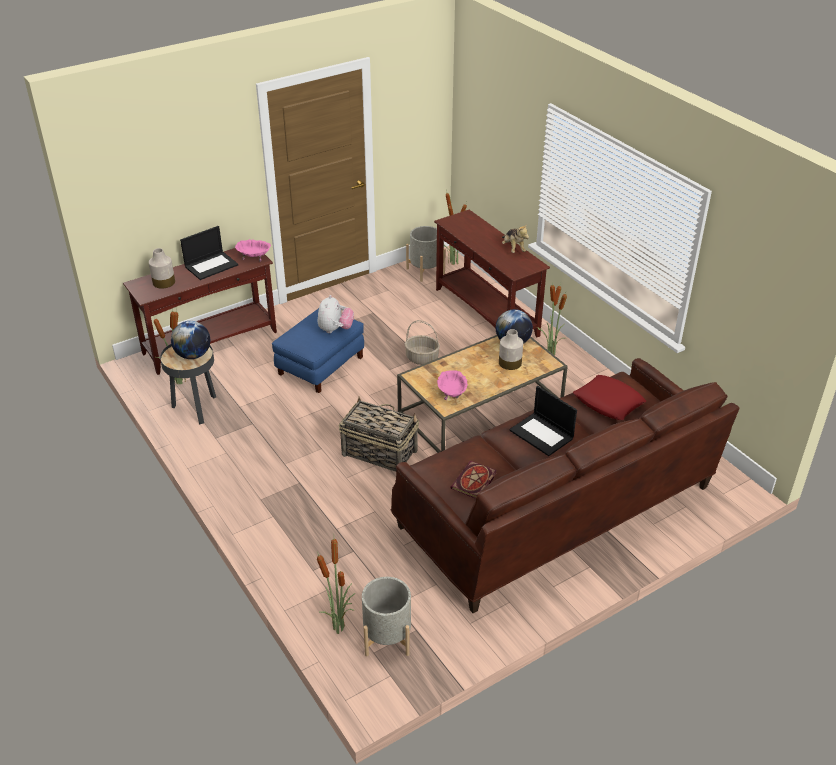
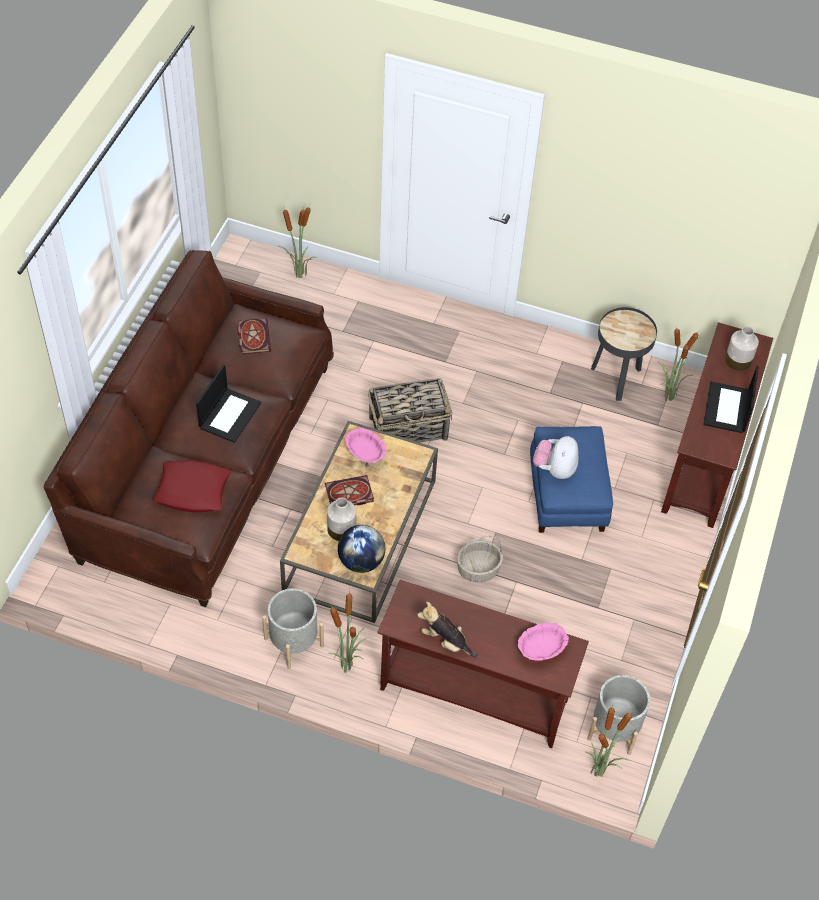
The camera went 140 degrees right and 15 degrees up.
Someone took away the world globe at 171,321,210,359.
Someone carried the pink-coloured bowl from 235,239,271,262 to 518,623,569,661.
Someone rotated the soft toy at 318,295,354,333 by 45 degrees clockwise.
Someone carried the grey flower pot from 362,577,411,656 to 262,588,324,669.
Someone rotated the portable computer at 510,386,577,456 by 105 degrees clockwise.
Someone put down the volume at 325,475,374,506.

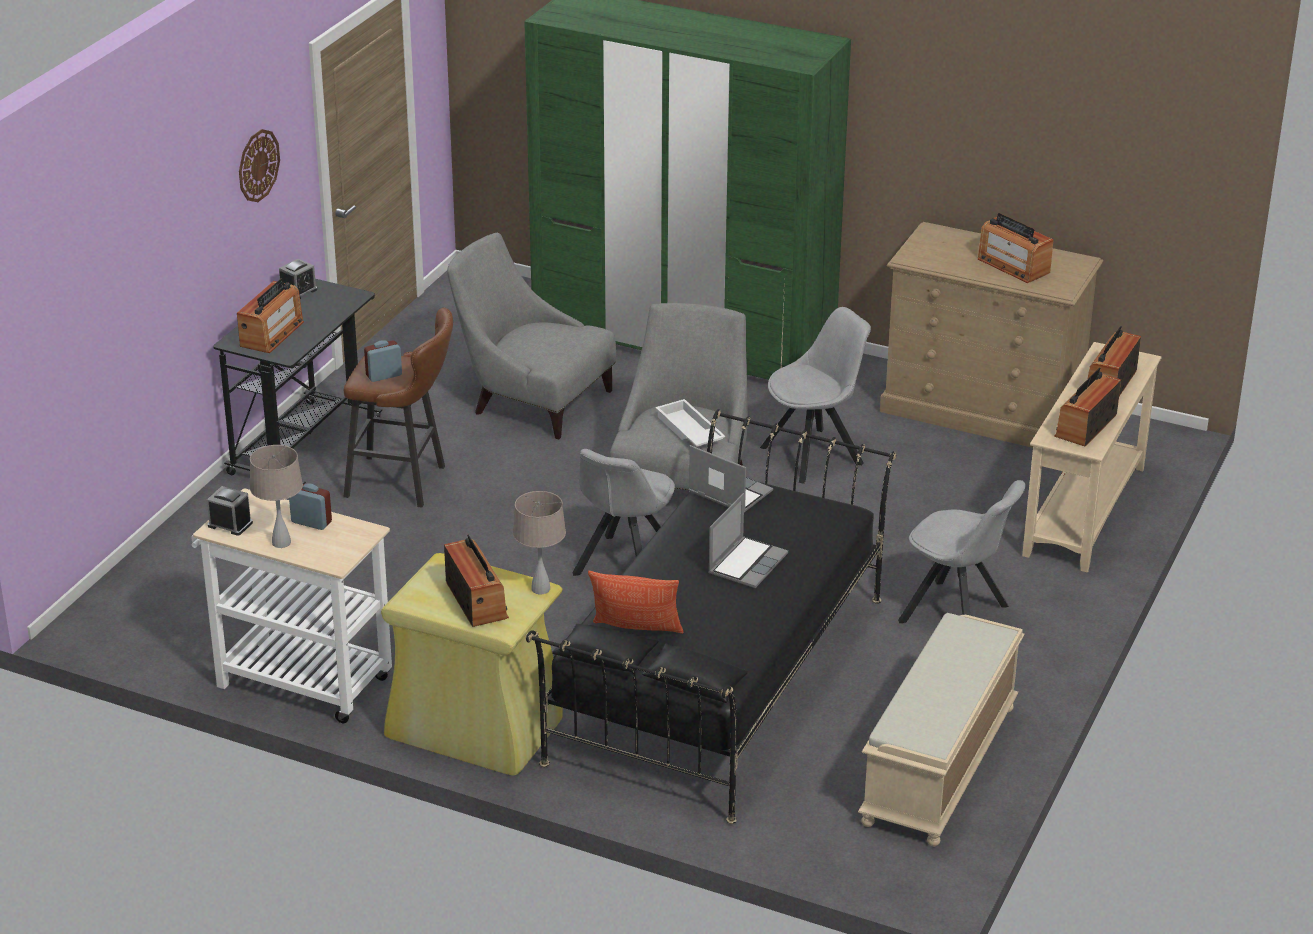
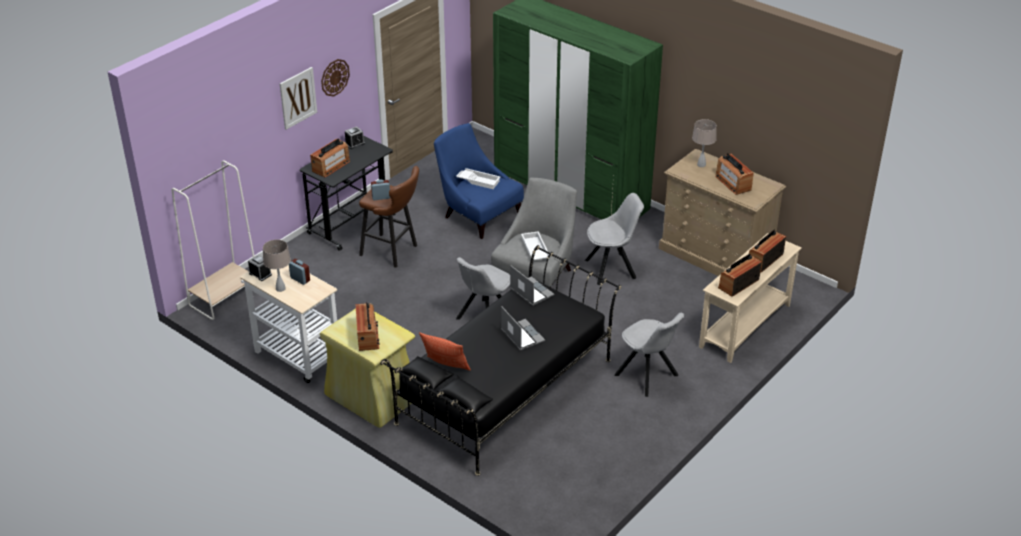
The camera went 15 degrees right and 5 degrees up.
Someone repainted the grey armchair at 447,233,616,439, which became the bluish armchair at 434,123,524,239.
Someone carried the sand-coloured lamp for a table from 513,491,566,594 to 692,119,717,167.
Someone rotated the portable computer at 708,493,788,588 by 75 degrees counterclockwise.
Someone took away the sand-coloured long seat at 858,613,1025,846.
Someone put down the garment stand at 171,160,254,320.
Someone put up the wall picture at 280,67,317,130.
Someone put down the whitish serving tray at 456,168,500,189.

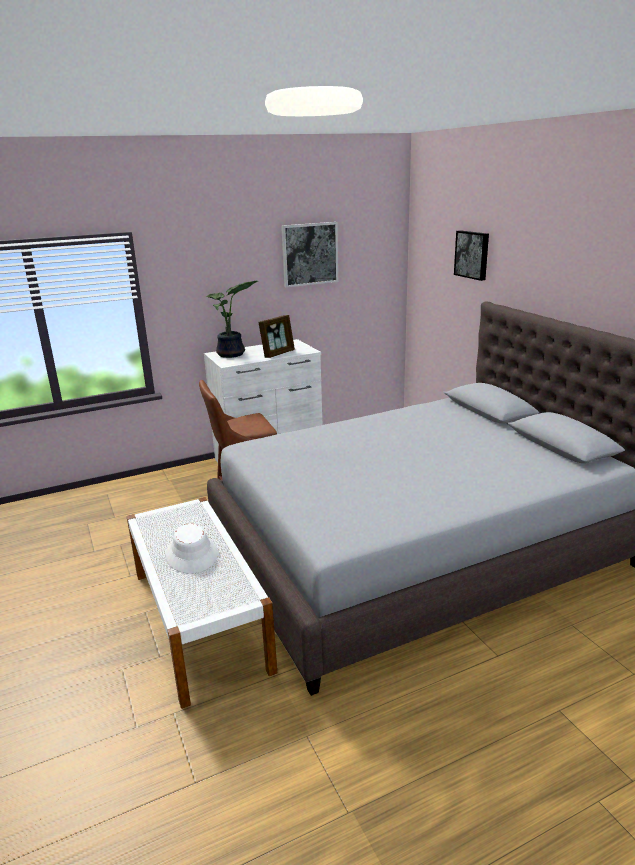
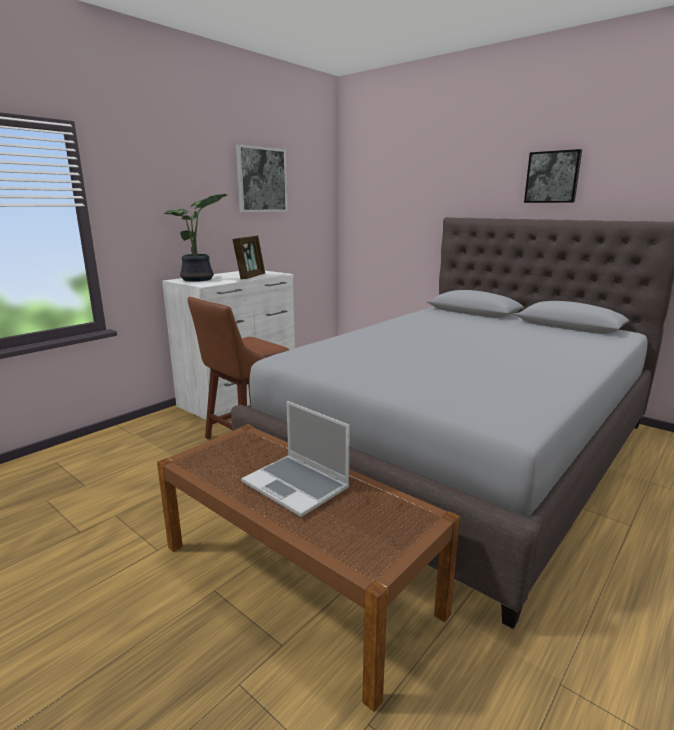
The camera went 25 degrees left and 5 degrees down.
Someone repainted the whitish long seat at 126,497,277,709, which became the brown-coloured long seat at 157,424,460,712.
Someone swapped the whitish clothing hat at 165,524,218,574 for the portable computer at 241,401,350,517.
Someone carried the wall picture from 454,230,489,281 to 524,149,582,203.

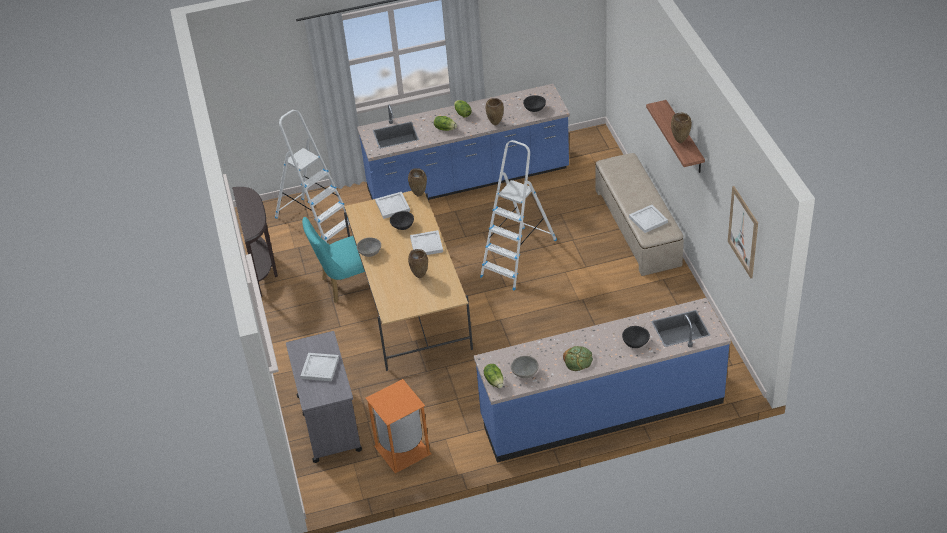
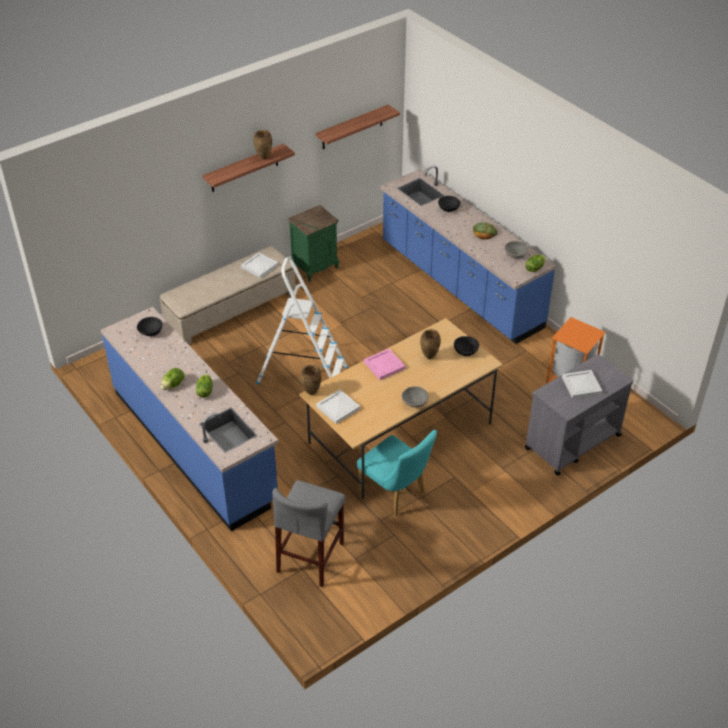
The camera went 115 degrees left and 0 degrees up.
Someone took away the brown-coloured hall table at 232,187,278,297.
Someone swapped the whitish step stool at 275,110,349,243 for the grey stool seat at 272,480,346,587.
Someone carried the blackish bowl from 390,211,414,230 to 454,336,479,356.
Someone repainted the whitish serving tray at 410,230,443,255, which became the pink-coloured serving tray at 364,349,406,380.
Someone took away the brown-coloured vase at 486,98,504,126.
Someone swapped the wall picture at 728,186,758,278 for the shelf at 316,105,400,149.
Someone put down the green-coloured night table at 287,205,339,282.

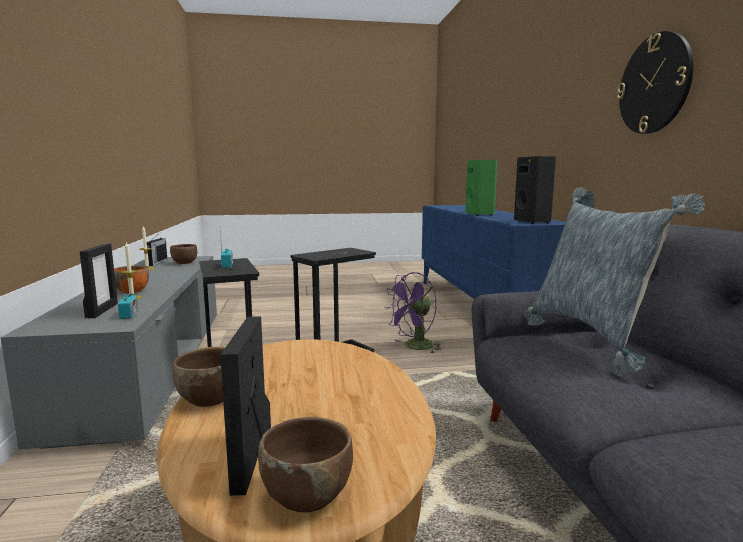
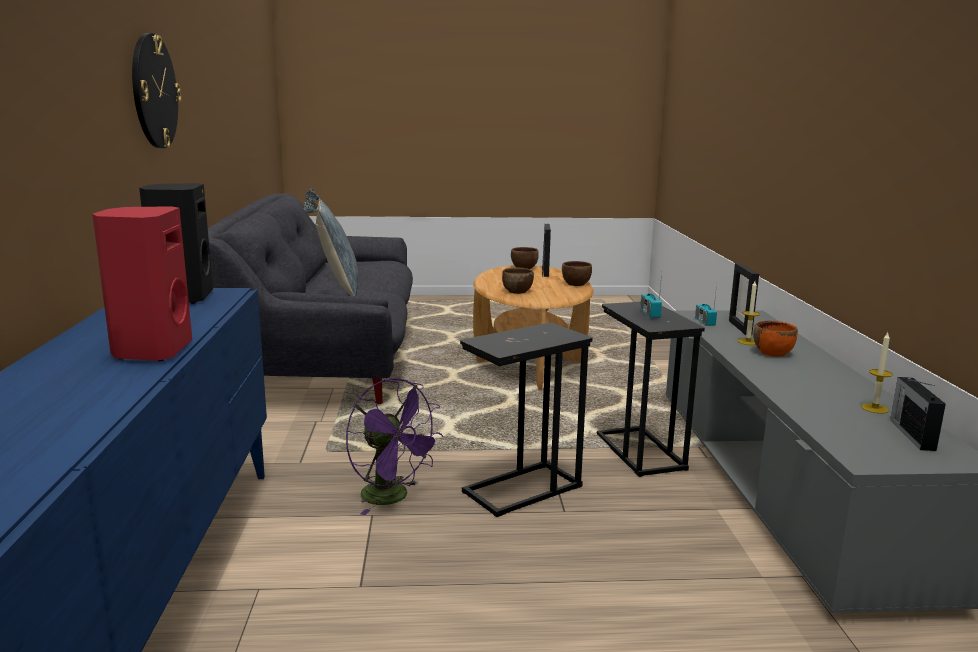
The camera went 175 degrees left and 5 degrees up.
Someone carried the brown-coloured bowl from 170,244,197,264 to 502,267,534,294.
Someone rotated the purplish fan at 384,272,442,354 by 75 degrees clockwise.
Someone repainted the green-coloured audio speaker at 465,160,498,216, which became the red audio speaker at 92,206,192,361.

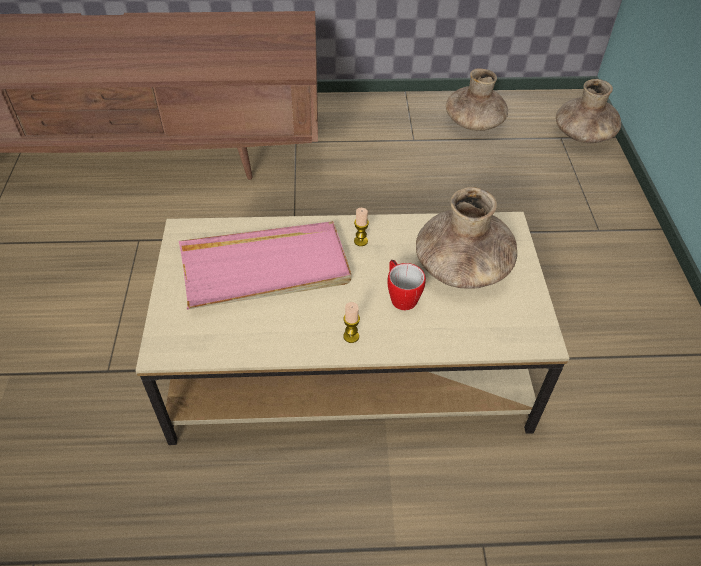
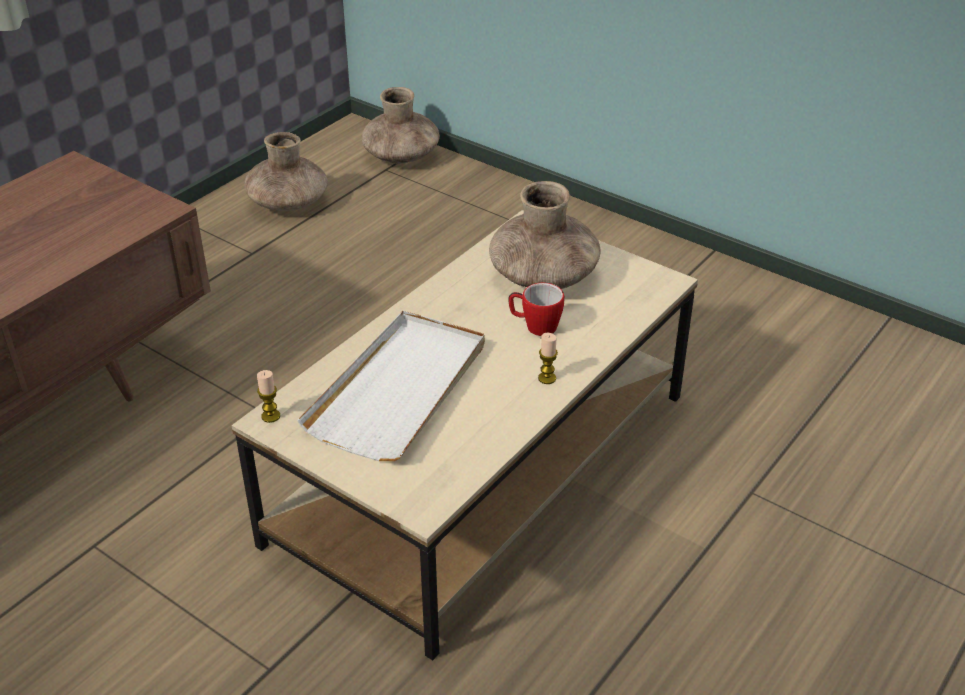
The camera went 50 degrees left and 10 degrees down.
Someone repainted the pink-coloured serving tray at 179,221,351,310, which became the whitish serving tray at 297,311,485,461.
Someone carried the wax light from 354,208,369,246 to 257,370,280,423.

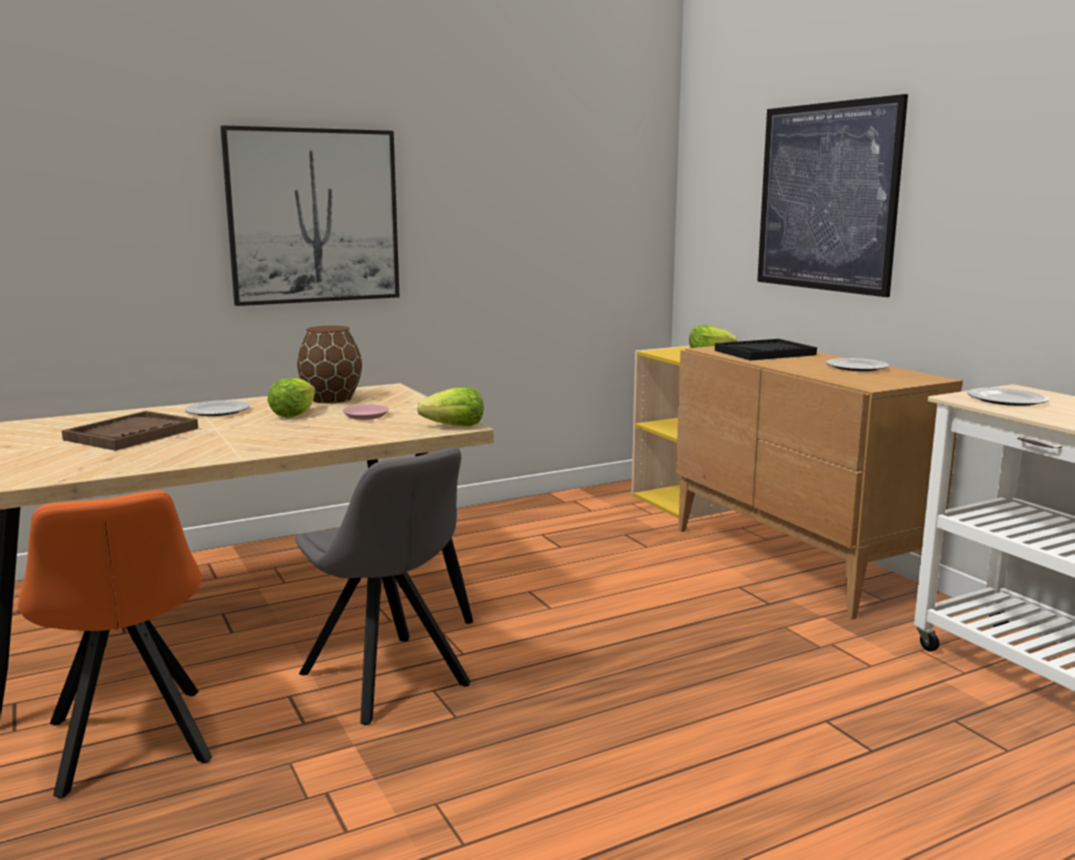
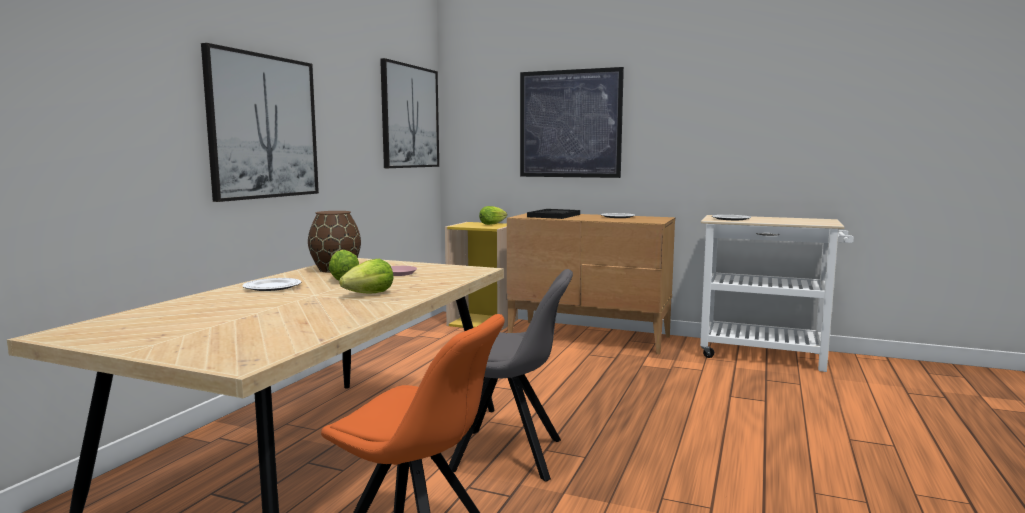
The camera went 40 degrees left and 5 degrees down.
Someone took away the brown-coloured serving tray at 62,411,198,451.
Someone carried the lettuce from 417,387,483,426 to 339,259,394,294.
Someone put up the wall picture at 380,58,439,168.

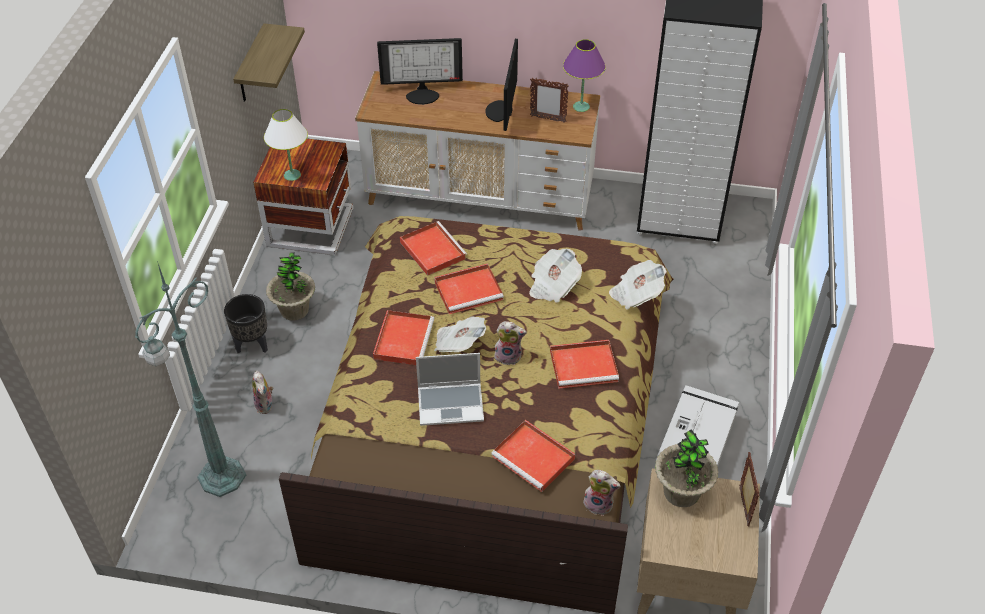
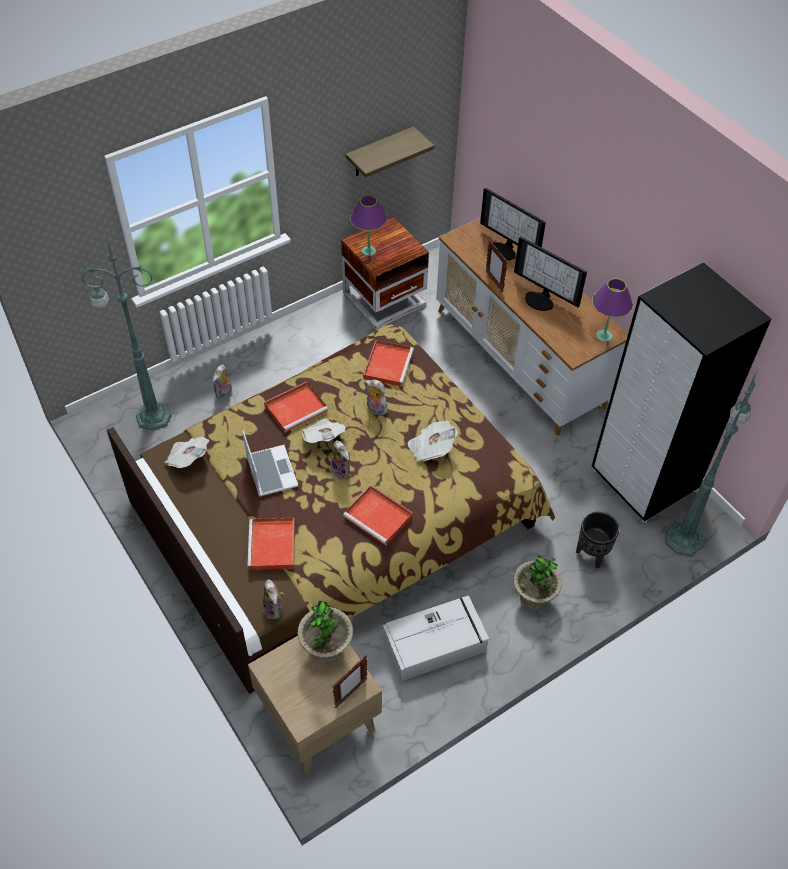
The camera went 45 degrees right and 5 degrees up.
Someone carried the blackish flower pot from 224,294,268,353 to 576,512,619,568.
Someone repainted the whitish lamp for a table at 264,109,308,181, which became the purplish lamp for a table at 350,195,387,256.
Someone carried the houseplant from 266,253,315,321 to 513,555,562,609.
Someone rotated the portable computer at 416,353,484,426 by 150 degrees counterclockwise.
Someone swapped the red serving tray at 434,263,504,314 for the soft toy at 364,380,388,415.
Someone rotated the computer display at 486,39,518,131 by 105 degrees counterclockwise.
Someone carried the standing frame from 530,78,569,122 to 486,240,508,292.
Someone carried the newspaper from 609,260,667,310 to 165,436,209,468.
Someone put down the green-coloured standard lamp at 665,374,756,557.

